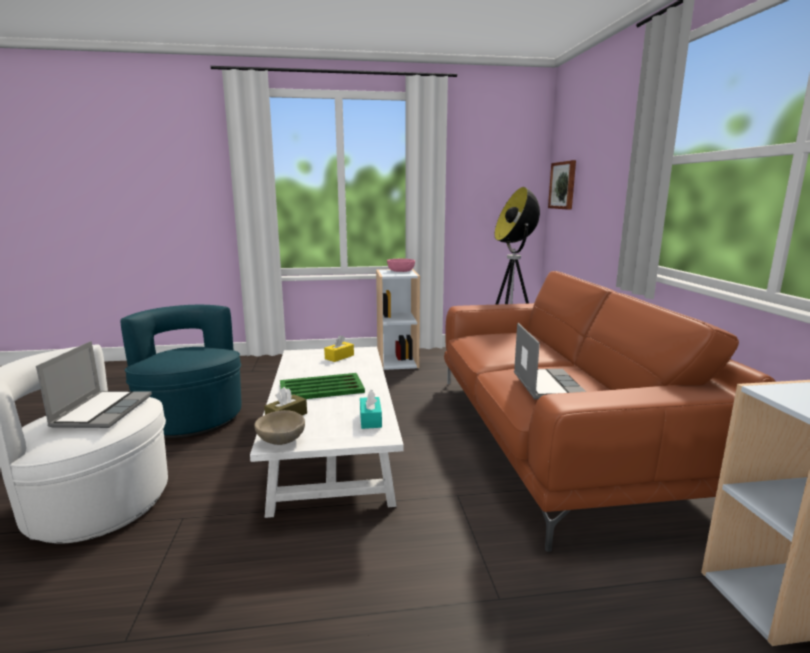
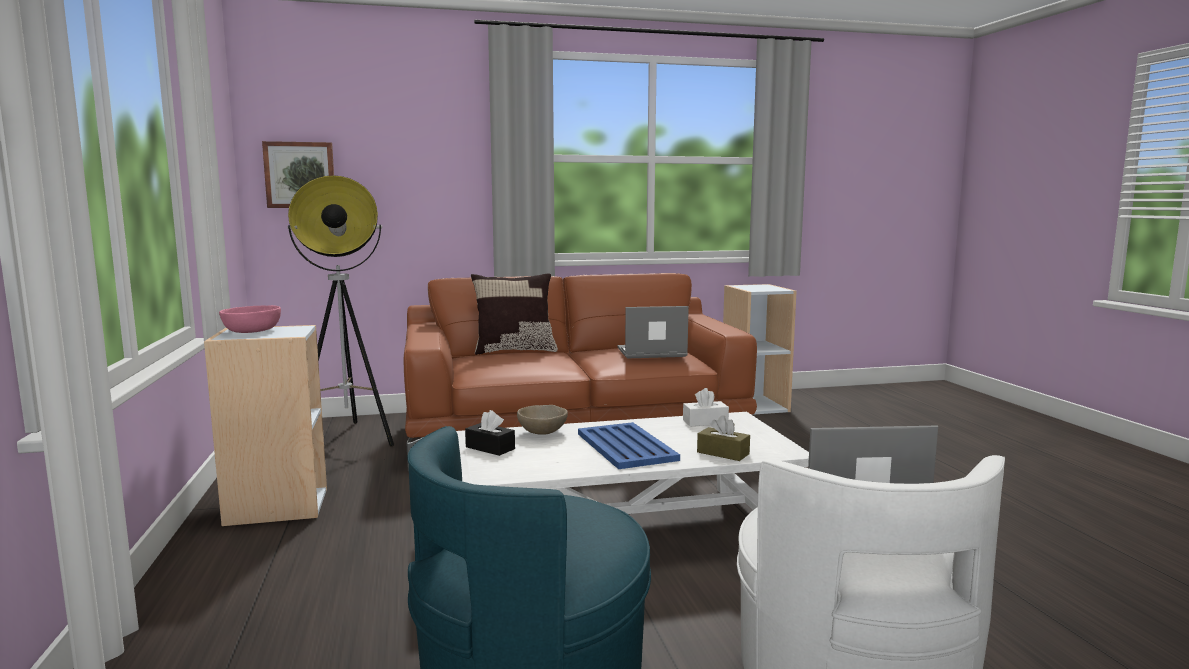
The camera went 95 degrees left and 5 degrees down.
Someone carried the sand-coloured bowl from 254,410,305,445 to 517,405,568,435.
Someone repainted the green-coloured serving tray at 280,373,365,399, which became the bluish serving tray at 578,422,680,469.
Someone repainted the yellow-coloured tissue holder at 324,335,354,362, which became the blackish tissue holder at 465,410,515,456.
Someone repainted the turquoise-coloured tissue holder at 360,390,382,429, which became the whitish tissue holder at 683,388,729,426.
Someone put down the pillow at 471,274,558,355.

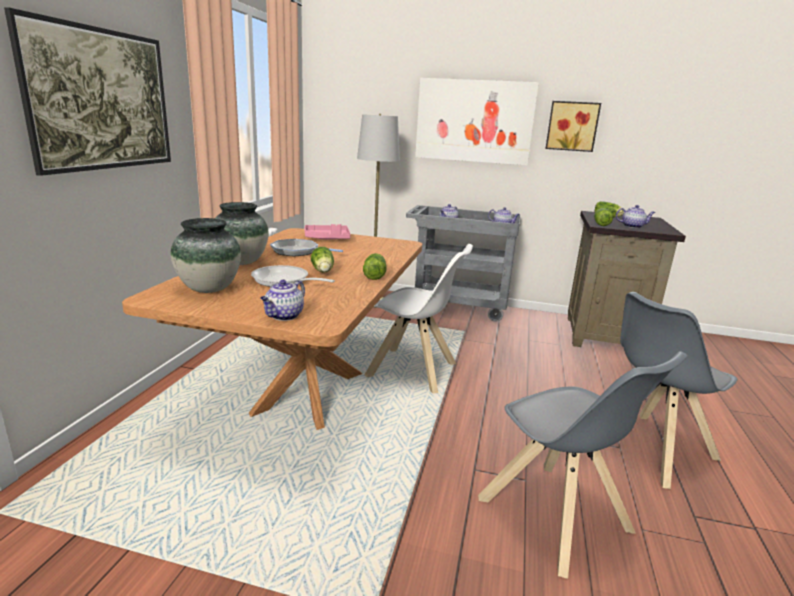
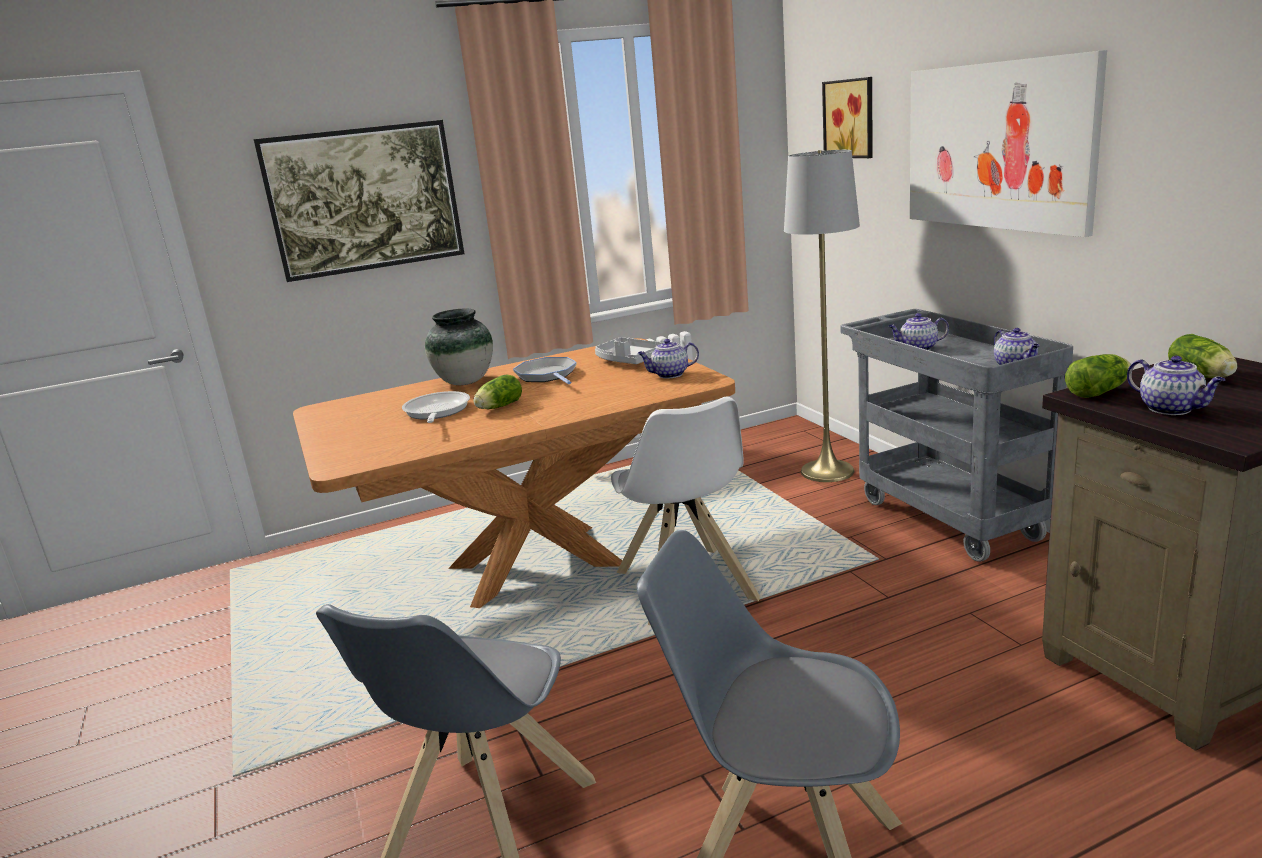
The camera went 55 degrees right and 0 degrees up.
Someone took away the vase at 171,218,241,293.
Someone carried the tea pot from 260,280,305,321 to 637,339,699,379.
Someone repainted the pink-coloured serving tray at 304,224,351,240, which became the grey serving tray at 595,337,664,364.
Someone took away the lettuce at 363,253,387,280.
Someone carried the wall picture from 545,101,601,152 to 822,77,873,158.

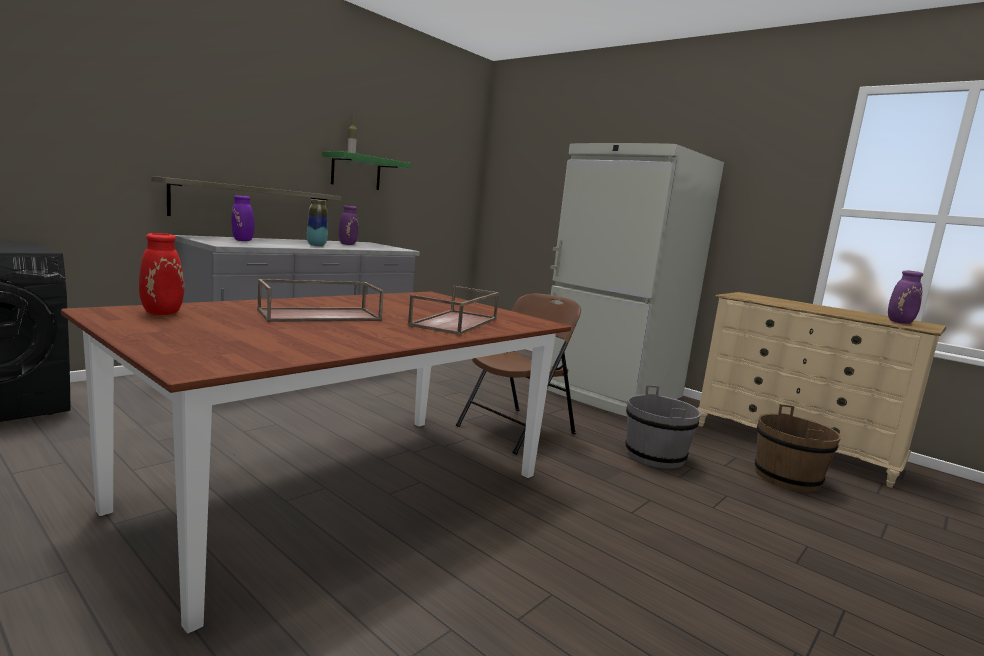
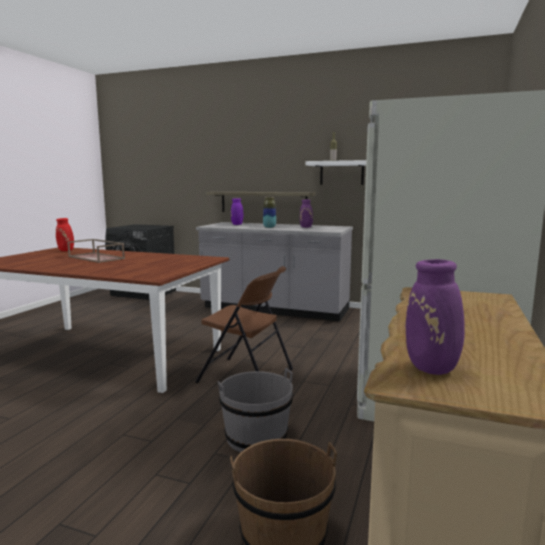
The camera went 70 degrees right and 0 degrees up.
Someone repainted the green-coloured shelf at 322,151,411,190, which became the whitish shelf at 306,160,366,185.
Someone took away the brown-coloured serving tray at 408,286,499,335.

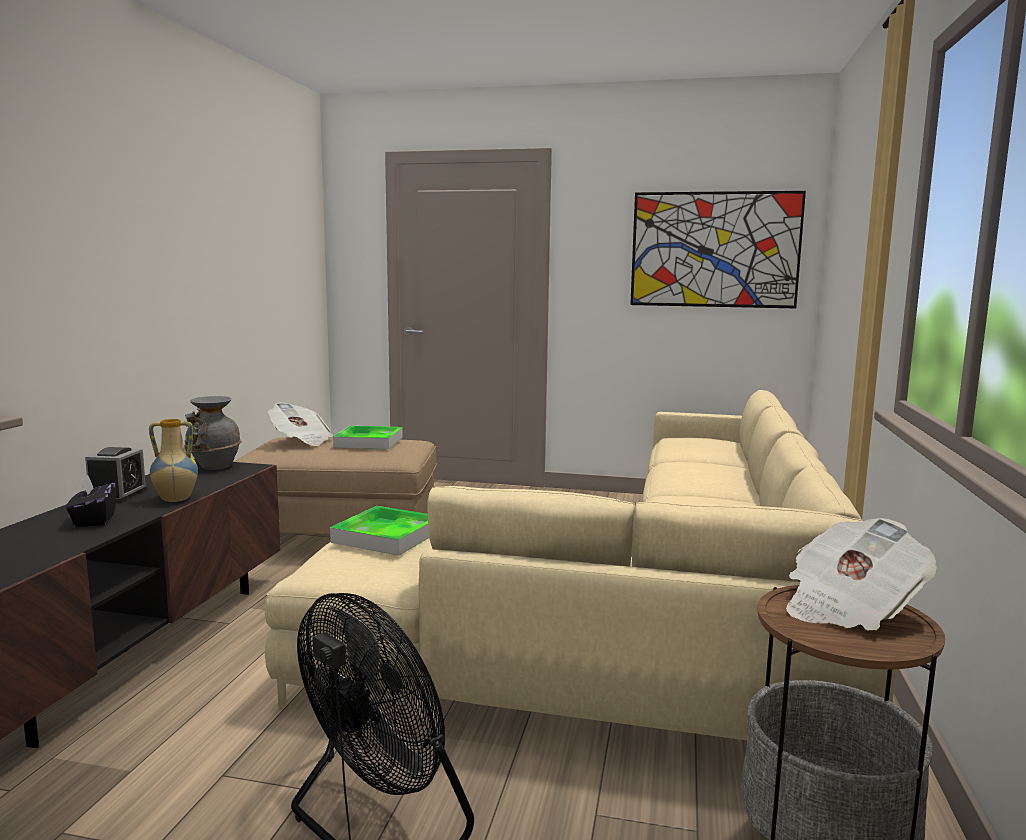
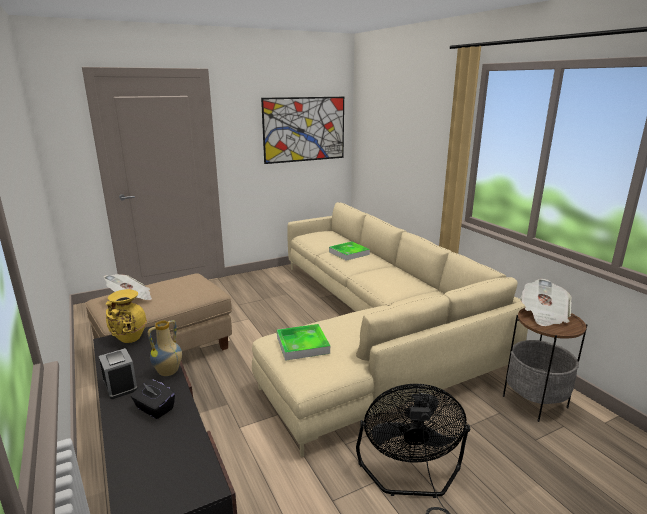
The camera went 40 degrees left and 10 degrees up.
Someone repainted the grey vase at 185,396,242,470, which became the yellow-coloured vase at 106,289,147,343.
Someone carried the serving tray from 333,425,403,449 to 329,241,370,261.

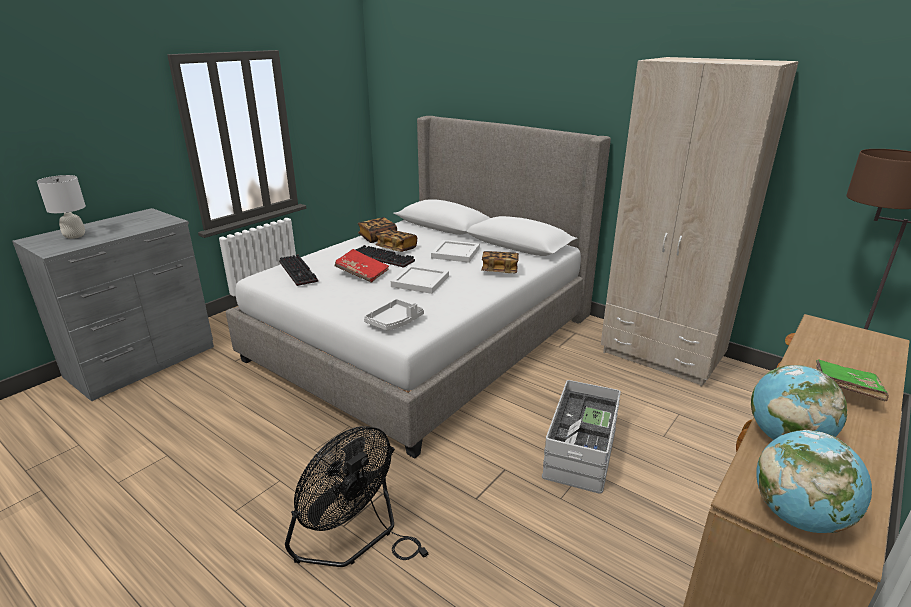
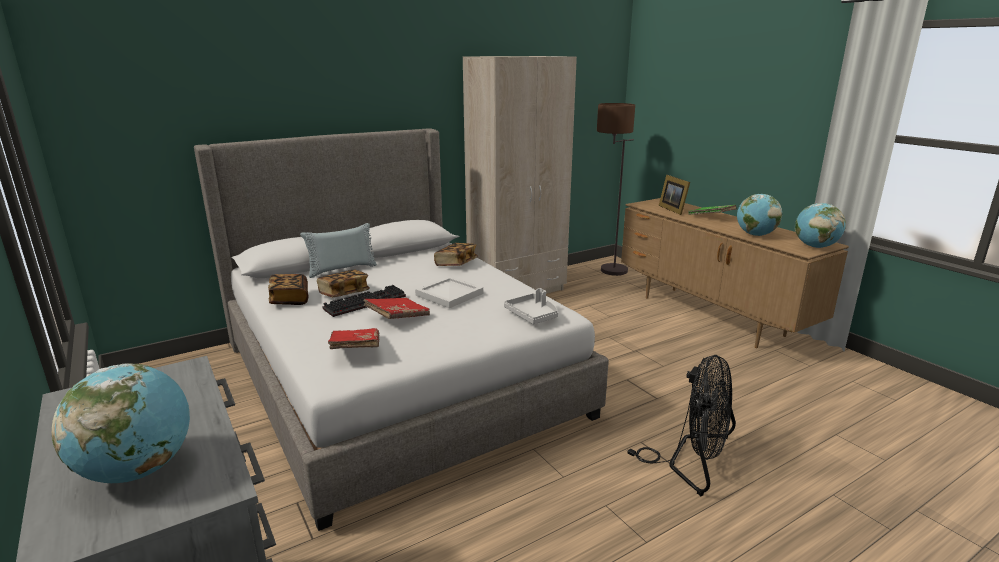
The camera went 70 degrees left and 5 degrees down.
Someone swapped the grey lamp for a table at 37,175,86,239 for the world globe at 52,364,190,483.
Someone swapped the keyboard at 279,254,318,286 for the red volume at 328,328,379,349.
Someone rotated the blackish fan at 285,426,428,567 by 120 degrees counterclockwise.
Someone took away the whitish serving tray at 431,240,480,263.
Someone took away the grey storage container at 542,380,621,494.
Someone put down the bluish pillow at 300,223,377,278.
Someone put down the standing frame at 659,175,690,215.

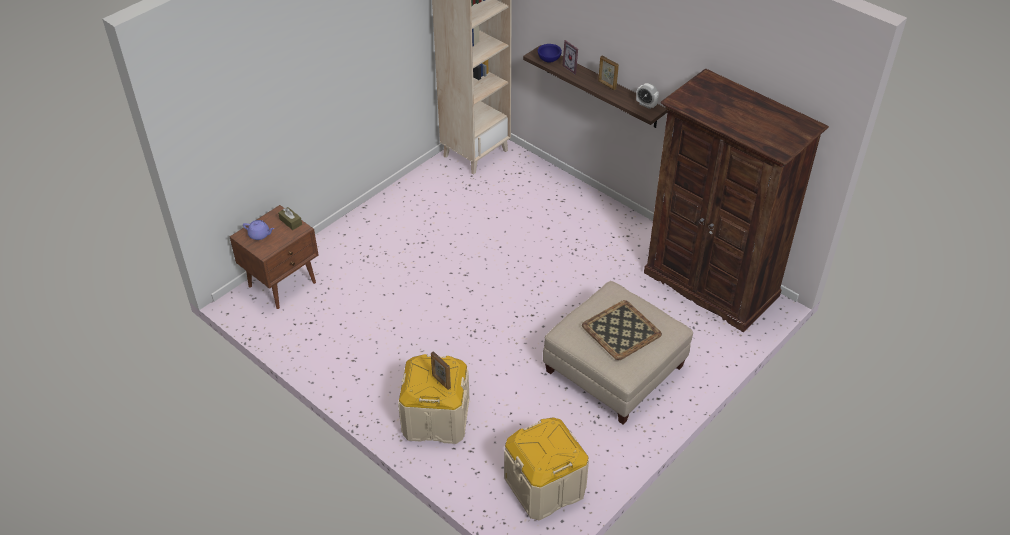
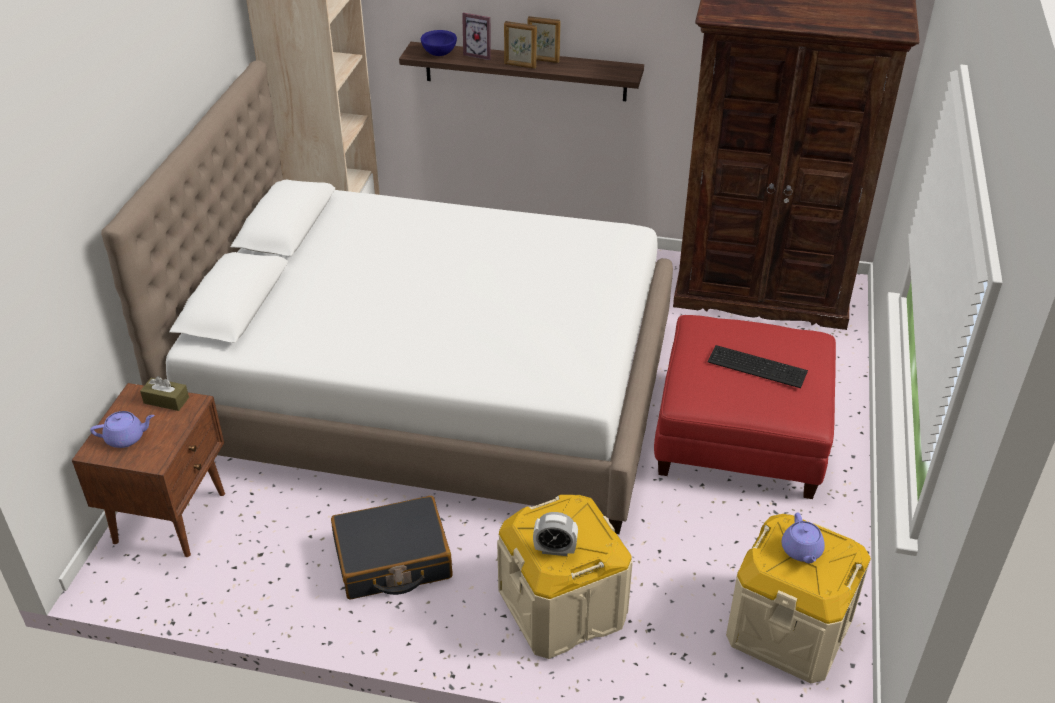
The camera went 30 degrees left and 5 degrees down.
Someone carried the standing frame from 431,351,451,390 to 504,21,537,69.
Someone repainted the sand-coloured pouffe at 543,281,693,424, which became the red pouffe at 654,315,836,499.
Someone swapped the serving tray at 582,300,662,360 for the keyboard at 708,345,808,388.
Someone carried the bedside clock from 636,83,659,109 to 533,512,578,556.
Someone put down the whitish bedroom bed at 101,60,673,534.
Someone put down the blackish travel case at 331,496,452,599.
Someone put down the purplish tea pot at 782,513,825,564.

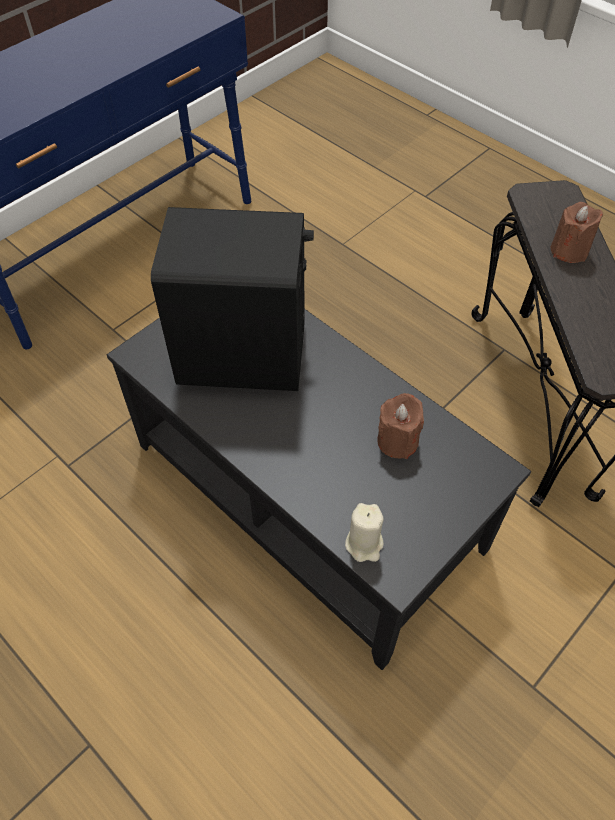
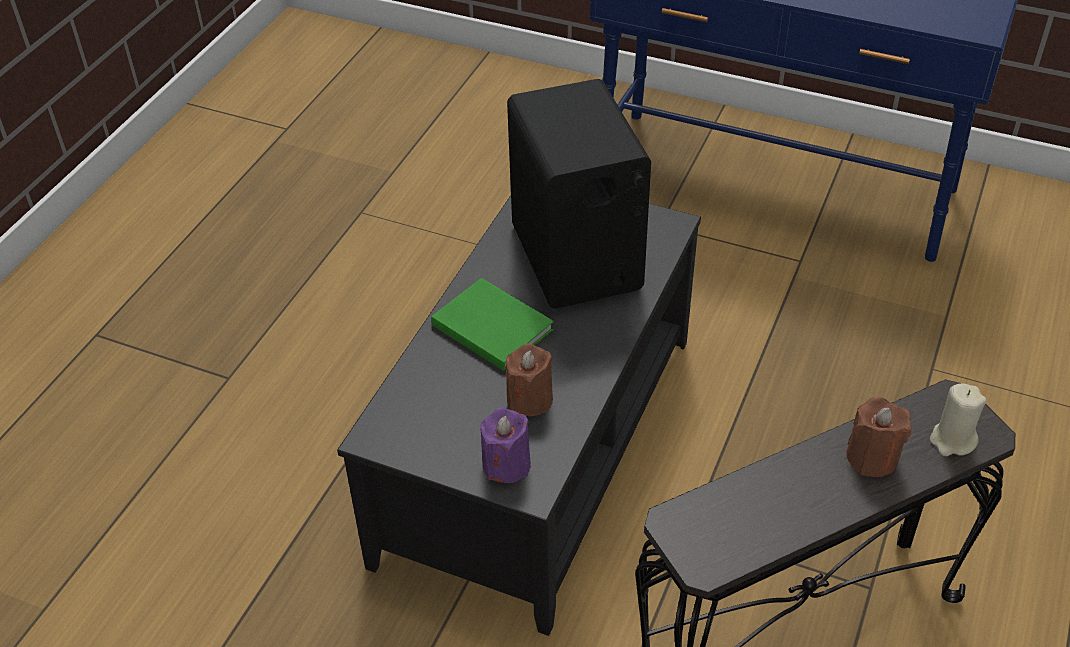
The camera went 70 degrees right and 10 degrees down.
Someone carried the sand-coloured wax light from 345,503,384,562 to 930,383,987,456.
Someone put down the green-coloured volume at 431,278,554,371.
Someone put down the purplish wax light at 481,408,531,483.

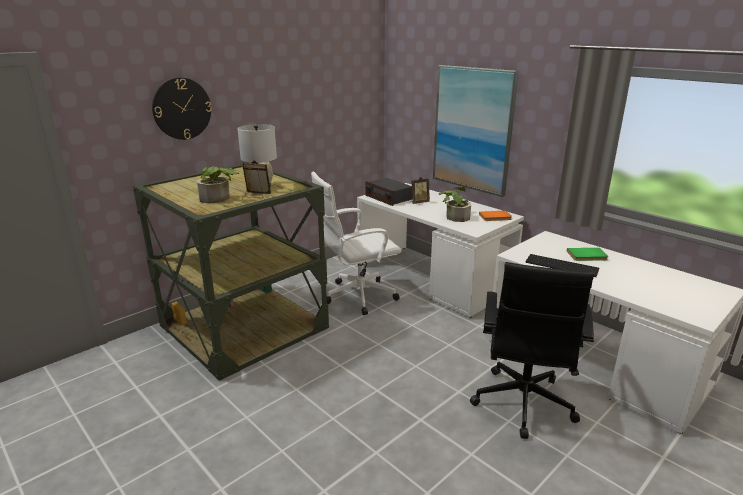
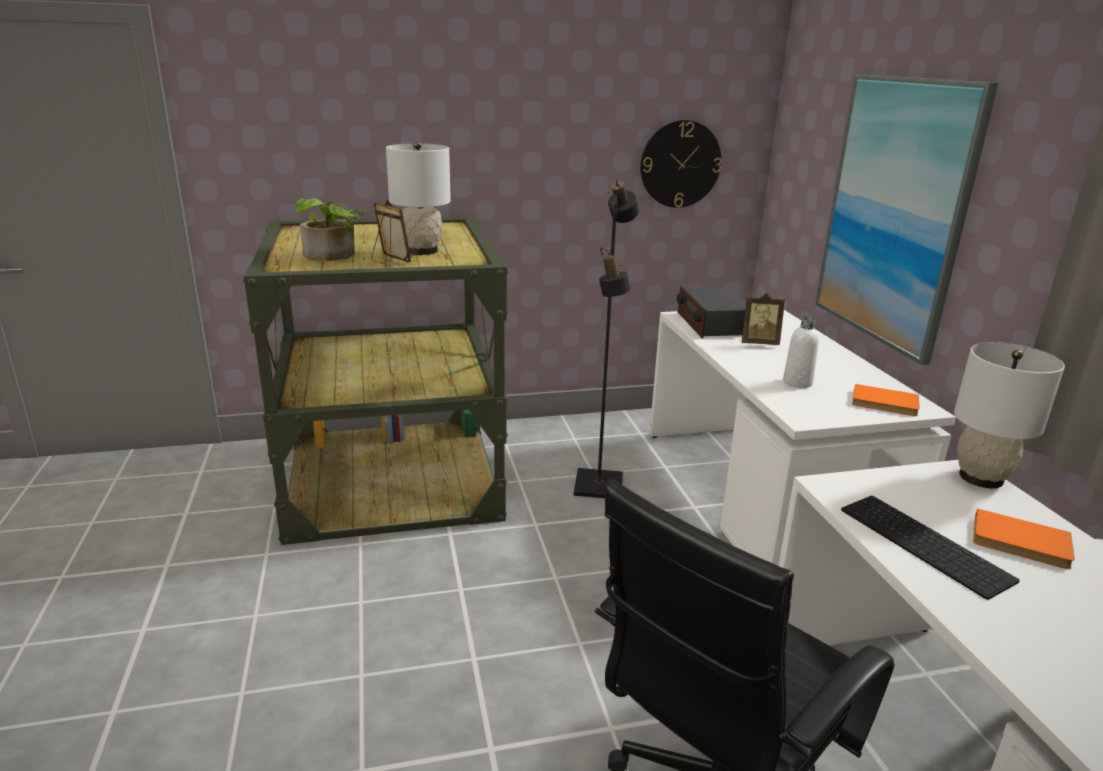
The camera went 30 degrees right and 0 degrees up.
Someone carried the wall clock from 152,78,212,140 to 640,120,722,208.
Someone swapped the whitish desk chair at 311,172,402,315 for the blackish standard lamp at 574,180,639,498.
Someone swapped the houseplant at 438,186,471,222 for the whitish bottle at 783,317,819,388.
Someone repainted the green-coloured volume at 567,248,608,261, which became the orangey volume at 973,509,1075,569.
Someone put down the whitish lamp for a table at 954,342,1065,488.

